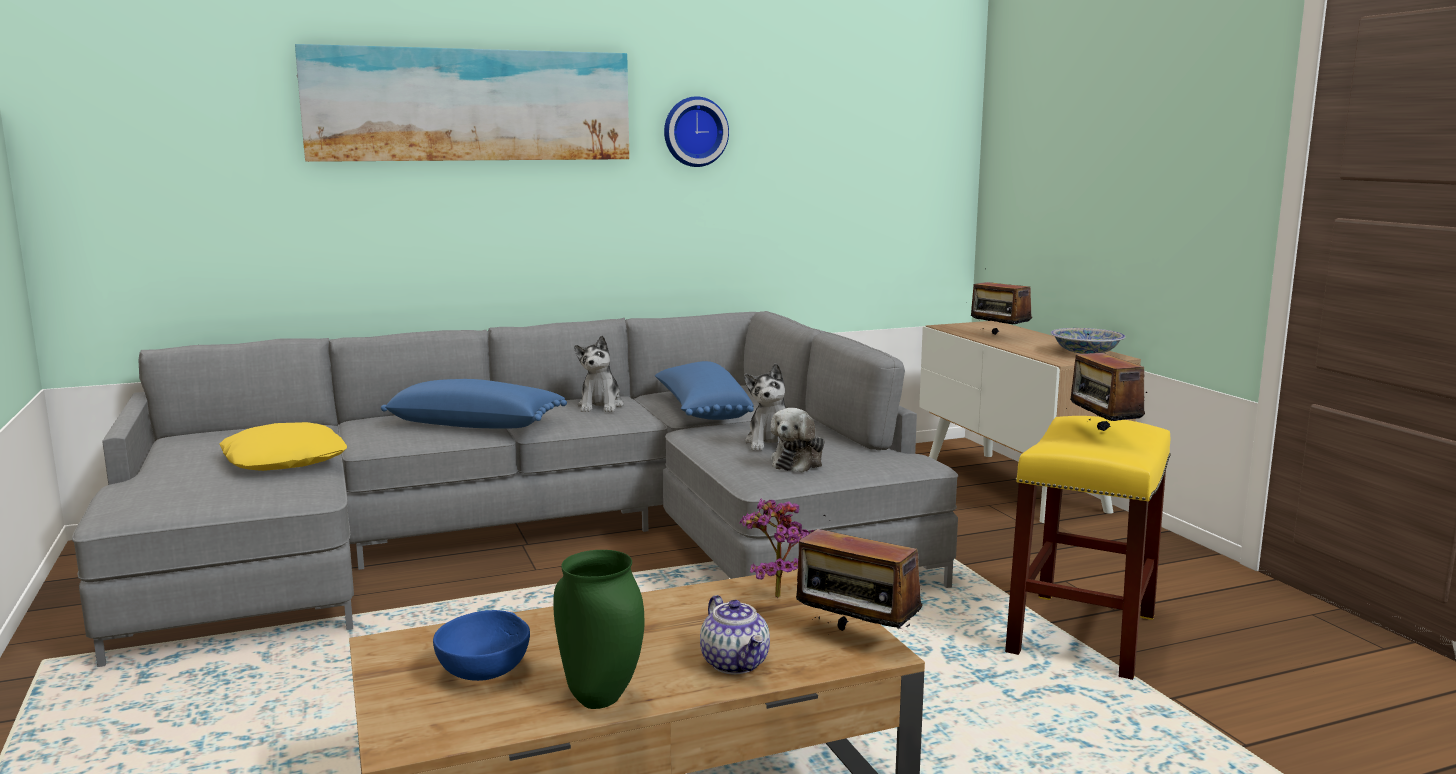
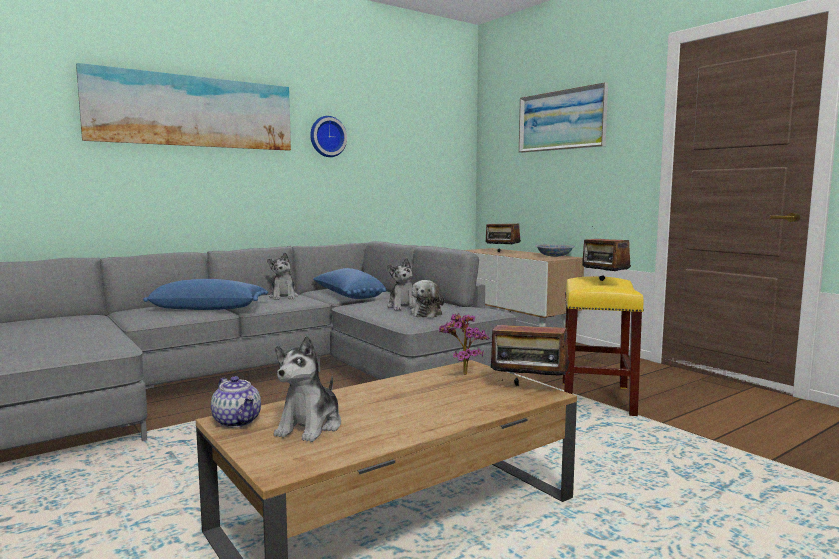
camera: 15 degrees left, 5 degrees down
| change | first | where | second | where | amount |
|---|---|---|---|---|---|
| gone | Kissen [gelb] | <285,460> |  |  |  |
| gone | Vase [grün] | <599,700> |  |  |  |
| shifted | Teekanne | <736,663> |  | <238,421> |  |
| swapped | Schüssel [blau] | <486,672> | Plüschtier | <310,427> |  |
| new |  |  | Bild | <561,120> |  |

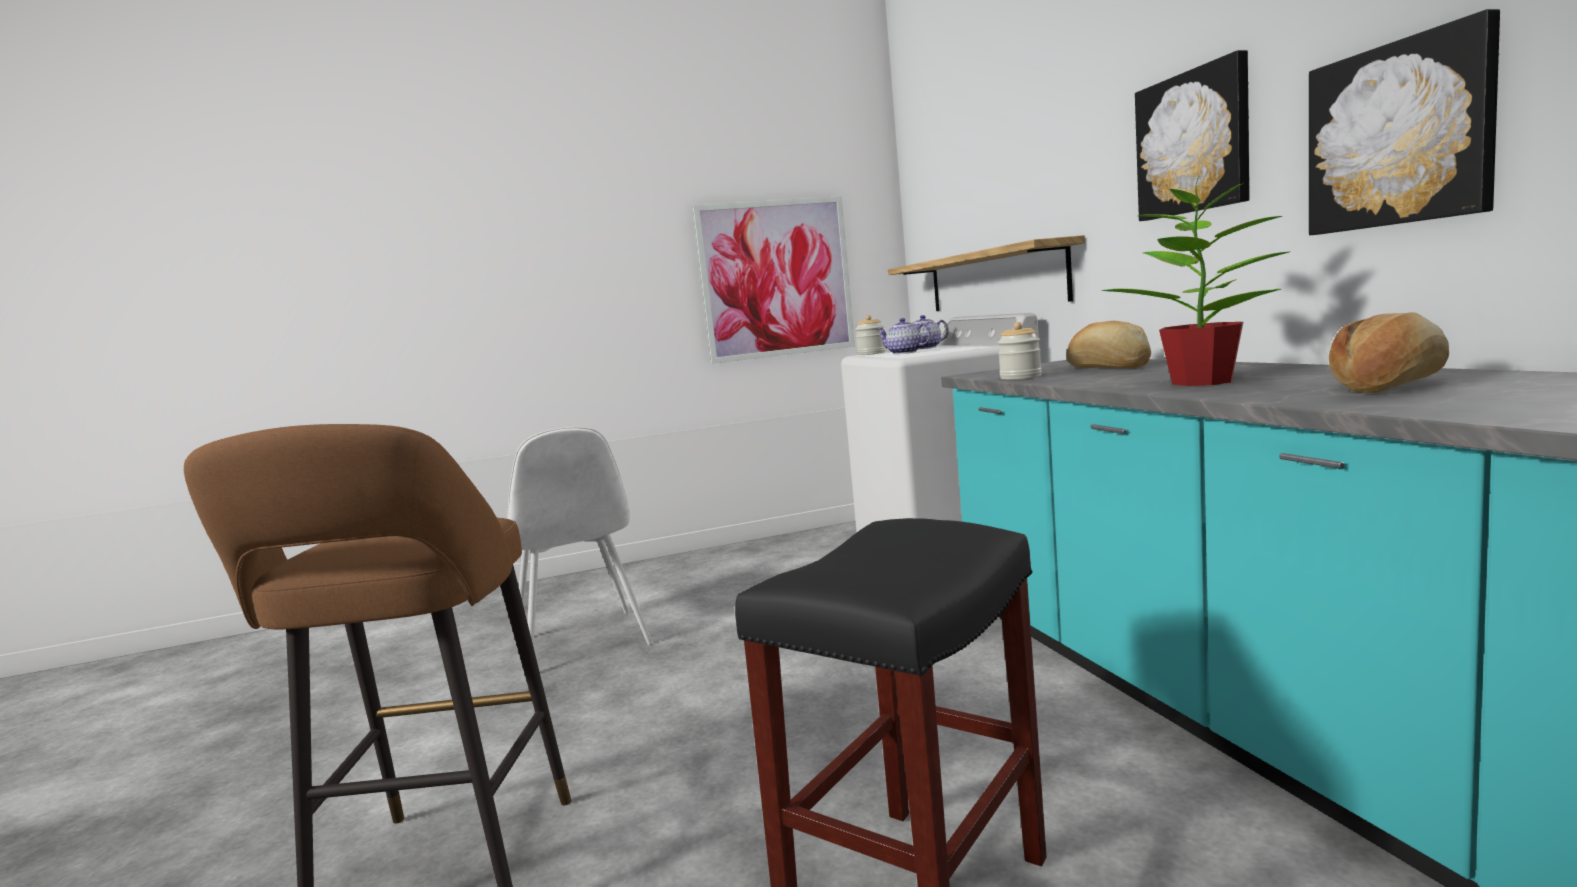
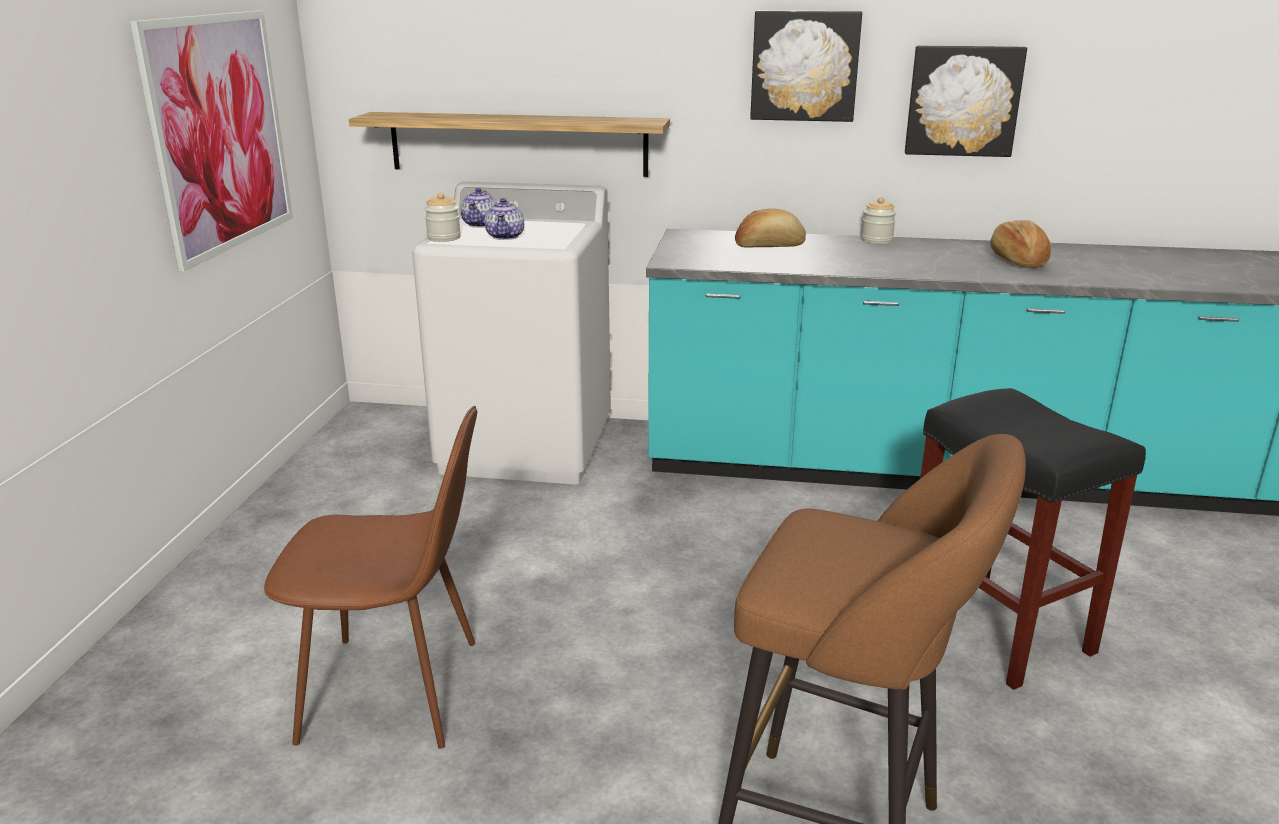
camera: 65 degrees left, 15 degrees up
| change | first | where | second | where | amount |
|---|---|---|---|---|---|
| gone | Topfpflanze | <1204,382> |  |  |  |
| rotated | Teekanne | <905,353> |  | <505,236> | 60 degrees counterclockwise |
| shifted | Vorratsglas | <1020,377> |  | <876,240> |  |
| repainted | Stuhl [weiß] | <582,644> | Stuhl [braun] | <396,691> |  |

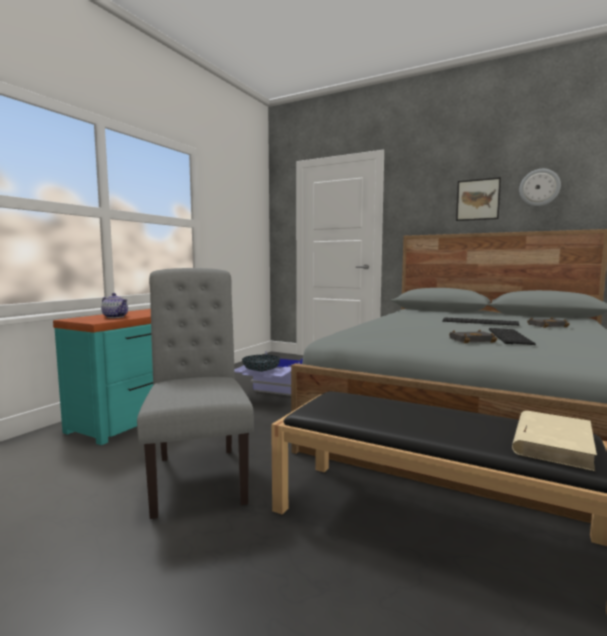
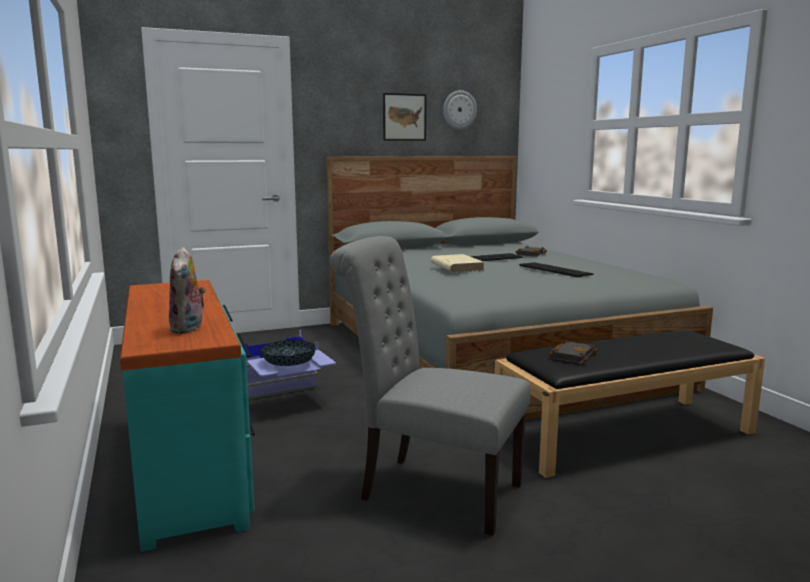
camera: 50 degrees left, 5 degrees up
| change | first | where | second | where | amount |
|---|---|---|---|---|---|
| swapped | Teekanne | <116,317> | Plüschtier | <189,328> |  |
| shifted | Buch [schwarz] | <472,340> |  | <571,355> |  |
| shifted | Buch [beige] | <552,443> |  | <456,267> |  |

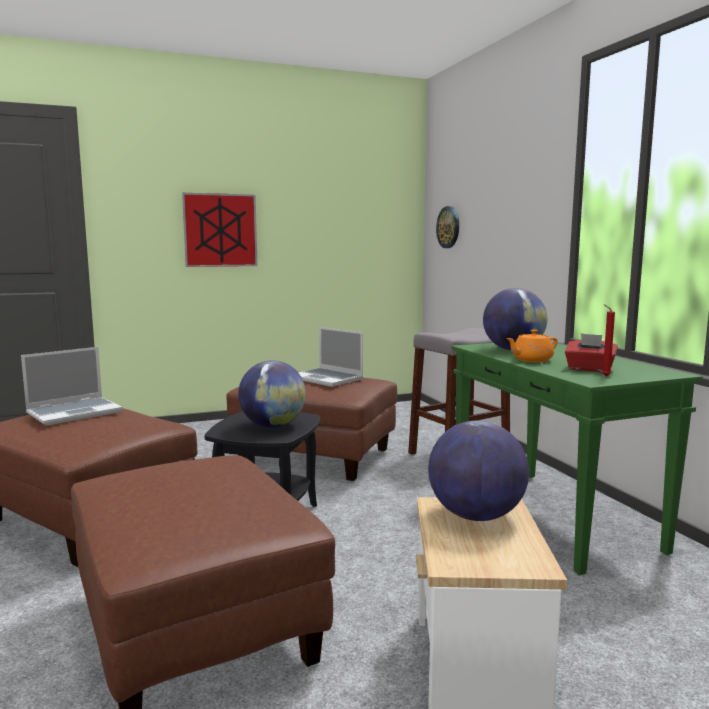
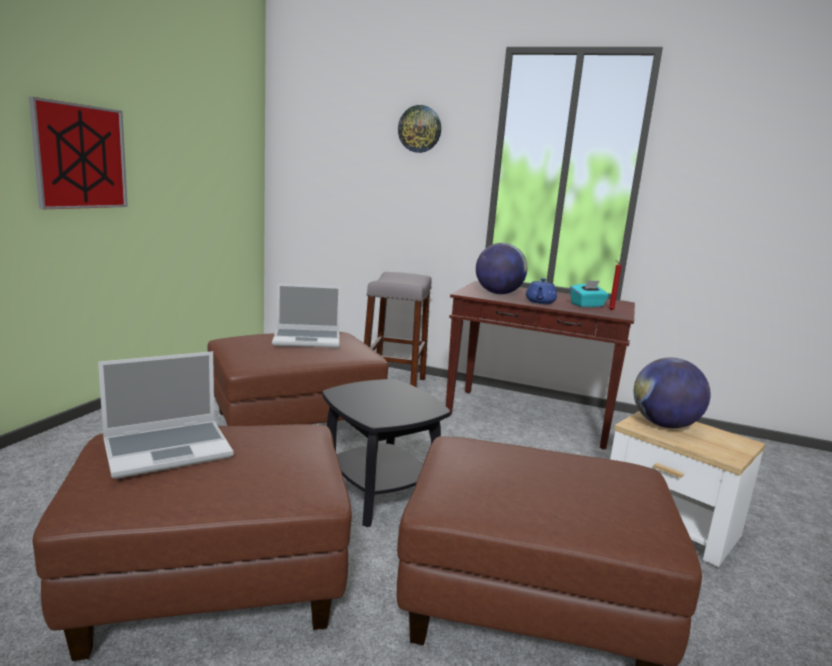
camera: 50 degrees left, 5 degrees up
| change | first | where | second | where | amount |
|---|---|---|---|---|---|
| shifted | Wanduhr | <448,227> |  | <419,129> |  |
| repainted | Teekanne [orange] | <531,360> | Teekanne [blau] | <540,302> |  |
| repainted | Taschentuchbox [rot] | <589,369> | Taschentuchbox [türkis] | <587,305> |  |
| repainted | Konsolentisch [grün] | <553,518> | Konsolentisch [braun] | <530,418> |  |
| rotated | Laptop | <75,412> |  | <169,449> | 60 degrees clockwise |
| gone | Globus | <273,426> |  |  |  |

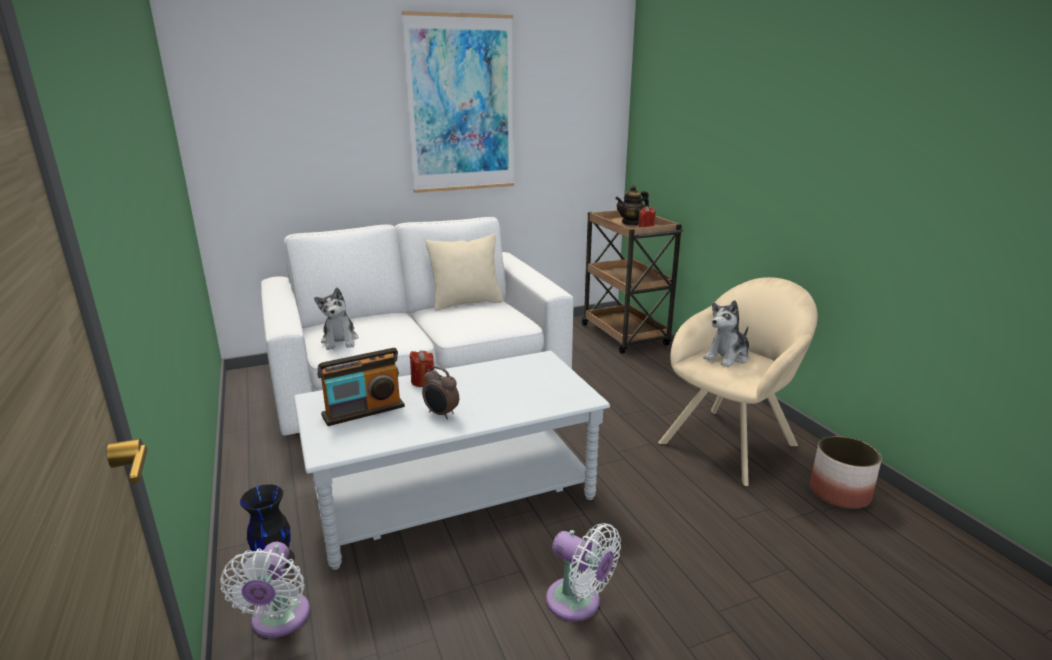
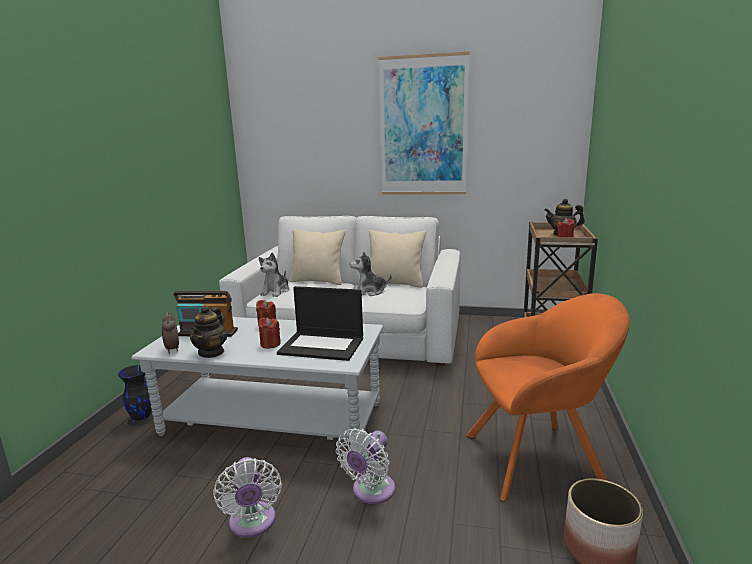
camera: 35 degrees right, 5 degrees down
| change | first | where | second | where | amount |
|---|---|---|---|---|---|
| repainted | Sessel [beige] | <732,441> | Sessel [orange] | <539,458> |  |
| shifted | Plüschtier | <727,357> |  | <369,292> |  |
| shifted | Wecker | <441,414> |  | <172,349> |  |
| shifted | Ventilator [weiß] | <278,621> |  | <371,492> |  |
| new |  |  | Kissen [beige] | <318,281> |  |
| new |  |  | Laptop | <323,346> |  |
| new |  |  | Teekanne | <211,352> |  |
| new |  |  | Kerze [rot] | <270,344> |  |

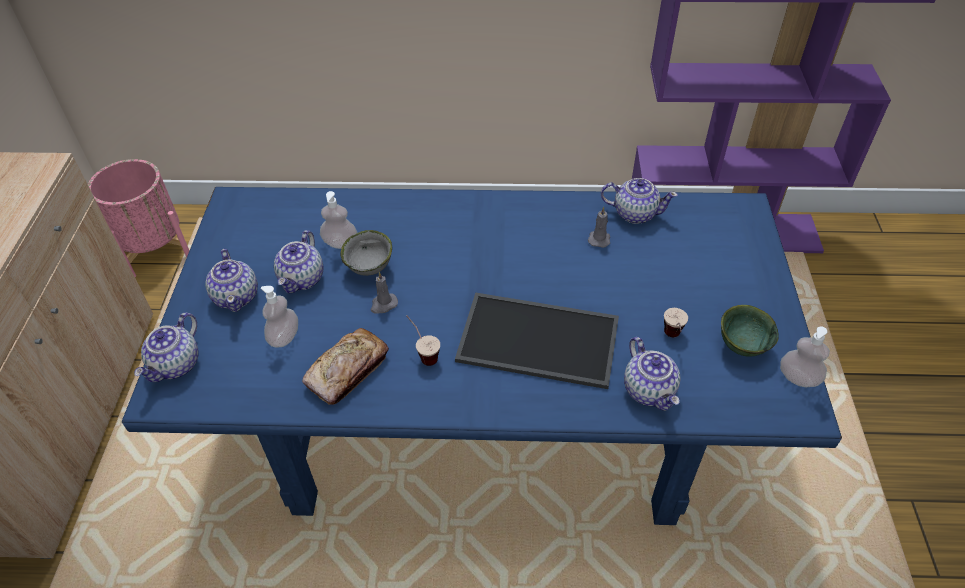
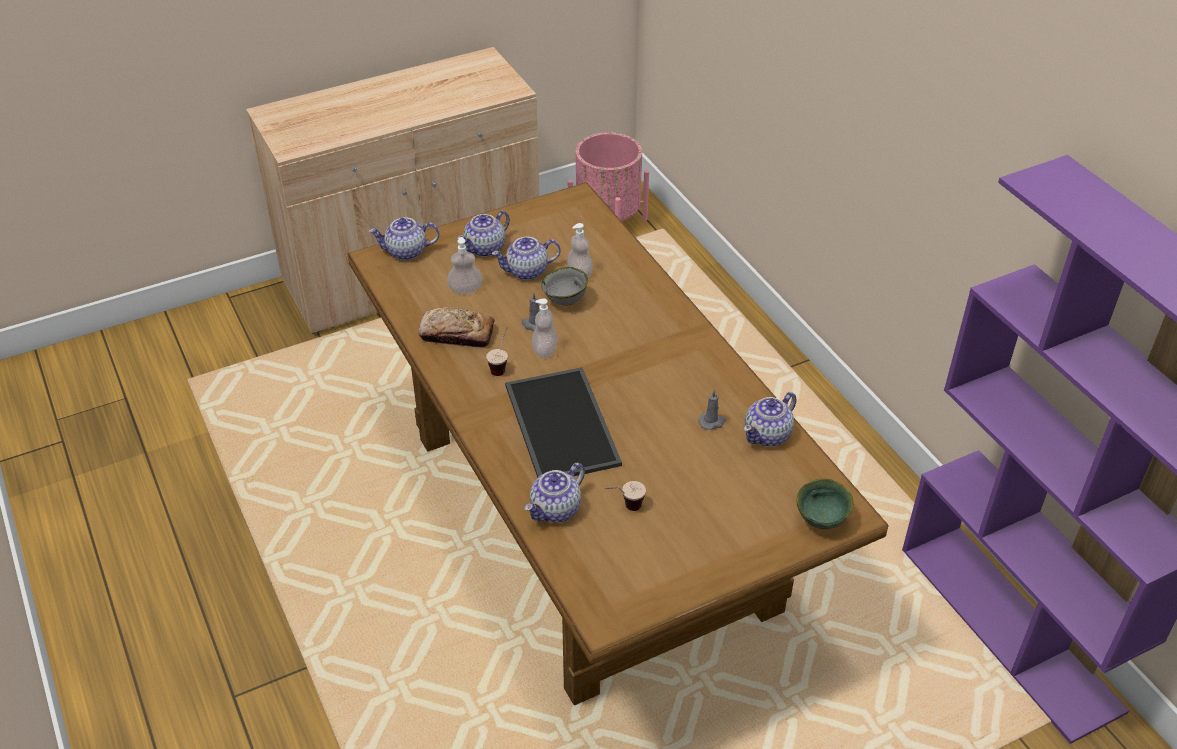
camera: 60 degrees right, 5 degrees down
| change | first | where | second | where | amount |
|---|---|---|---|---|---|
| rotated | Teekanne | <634,213> |  | <768,435> | 60 degrees clockwise |
| repainted | Esstisch [blau] | <487,421> | Esstisch [braun] | <591,522> |  |
| shifted | Schüssel [grün] | <742,345> |  | <822,520> |  |
| shifted | Seifenspender | <798,378> |  | <545,350> |  |

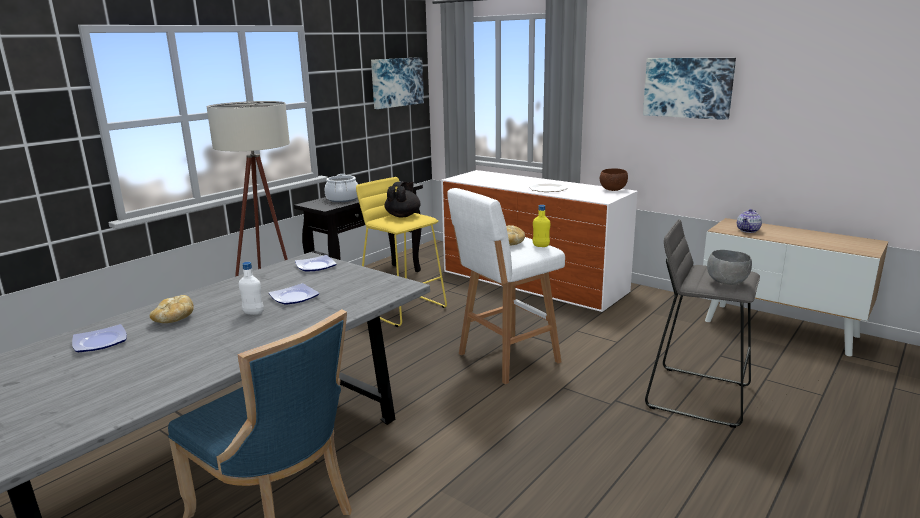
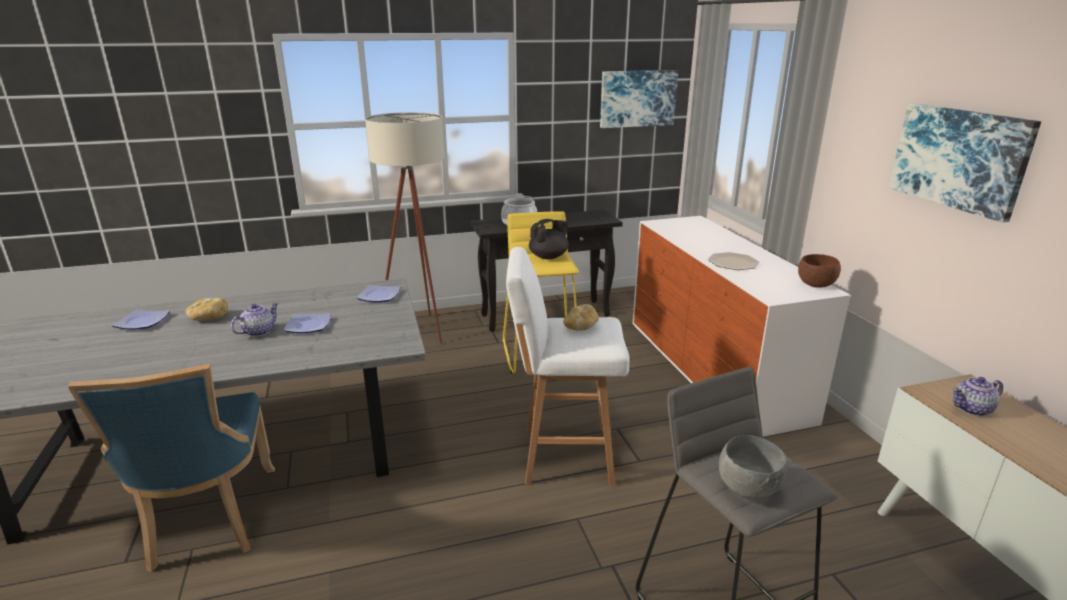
camera: 35 degrees right, 5 degrees up
| change | first | where | second | where | amount |
|---|---|---|---|---|---|
| gone | Flasche [gelb] | <541,246> |  |  |  |
| swapped | Flasche [weiß] | <253,313> | Teekanne | <258,332> |  |

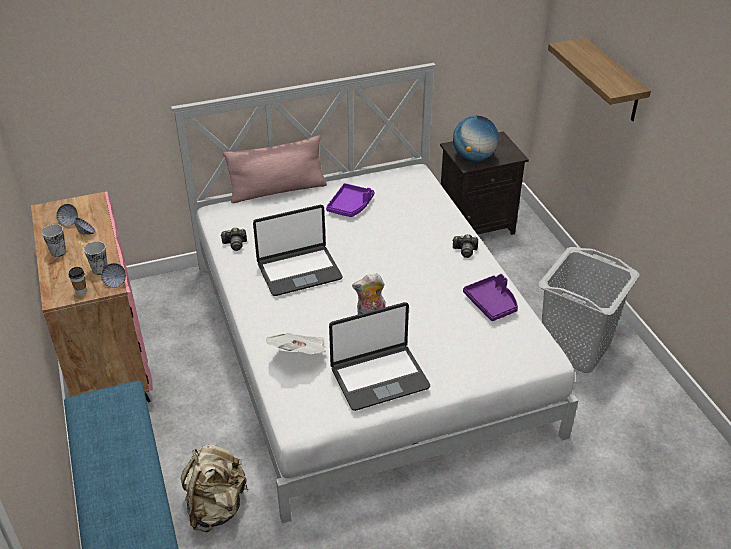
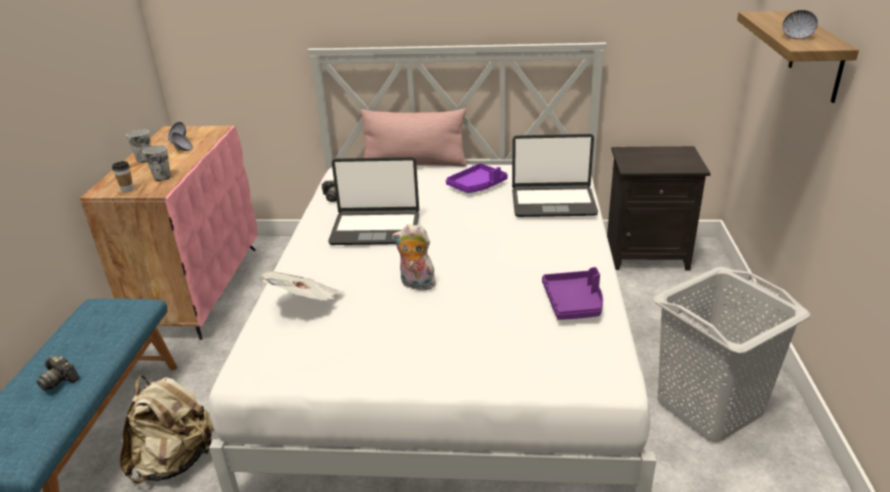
camera: 25 degrees right, 10 degrees down
| change | first | where | second | where | amount |
|---|---|---|---|---|---|
| gone | Globus | <473,158> |  |  |  |
| shifted | Kamera | <465,251> |  | <59,380> |  |
| shifted | Schüssel | <115,282> |  | <797,37> |  |
| shifted | Laptop | <379,377> |  | <553,202> |  |

